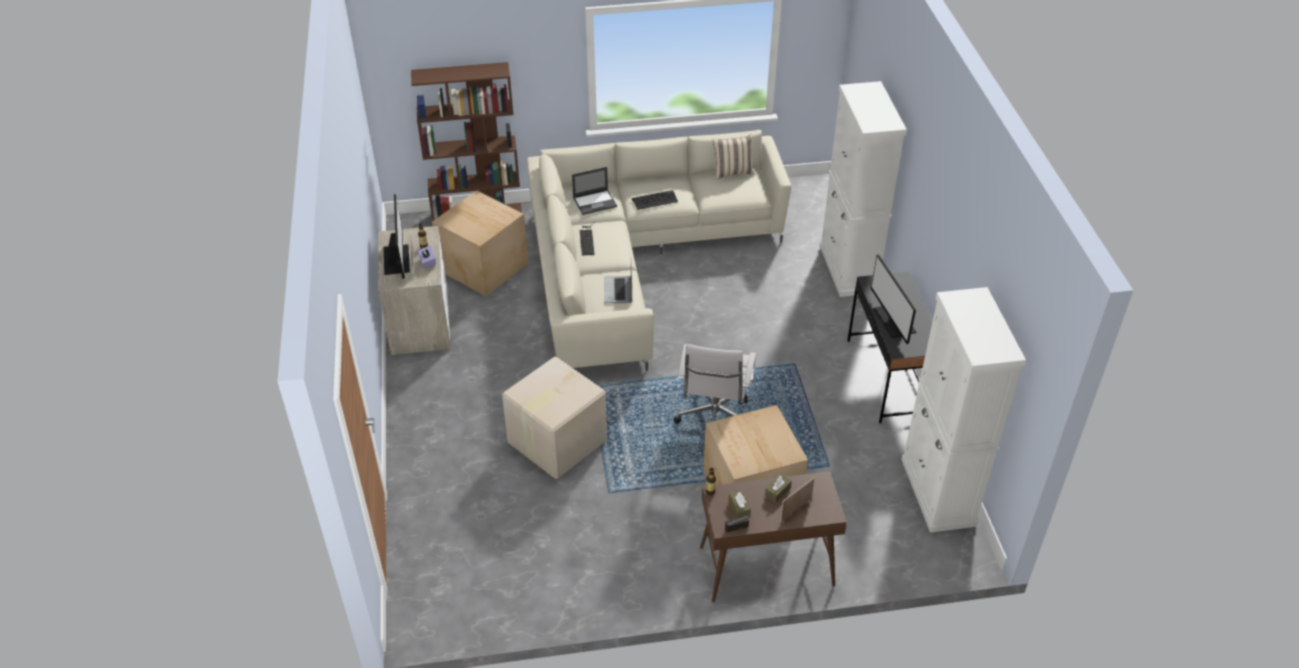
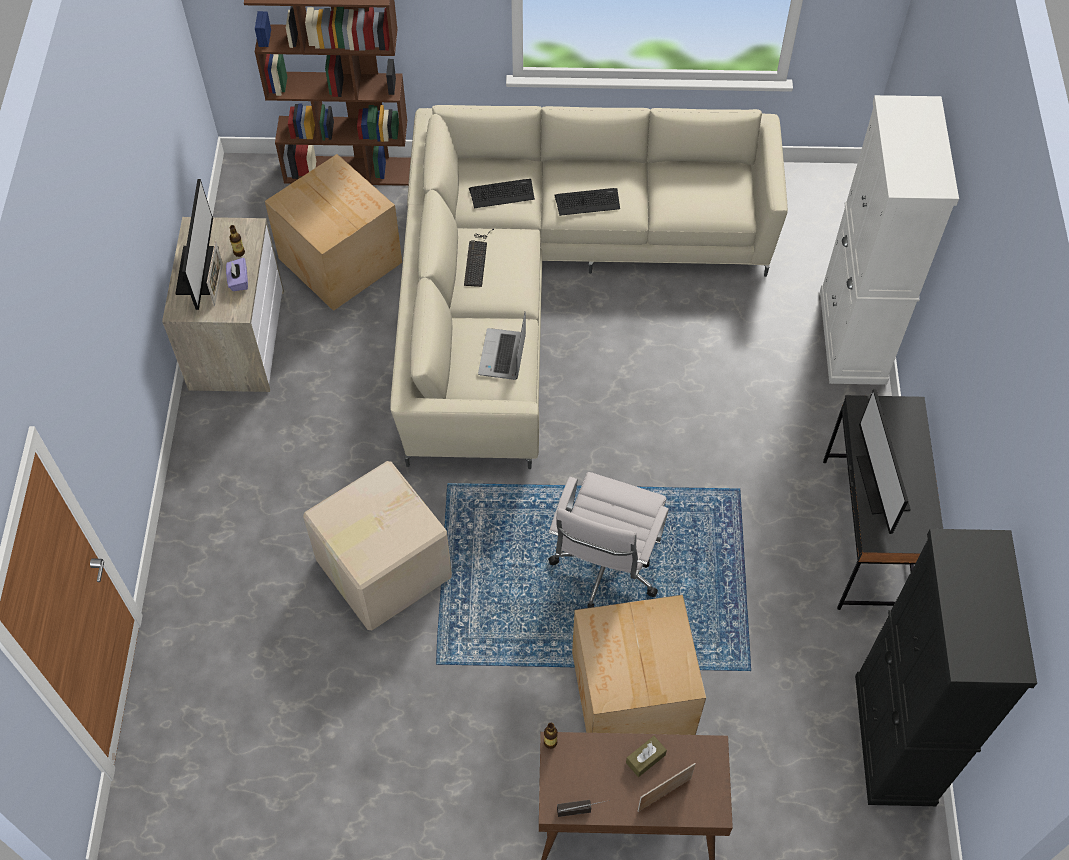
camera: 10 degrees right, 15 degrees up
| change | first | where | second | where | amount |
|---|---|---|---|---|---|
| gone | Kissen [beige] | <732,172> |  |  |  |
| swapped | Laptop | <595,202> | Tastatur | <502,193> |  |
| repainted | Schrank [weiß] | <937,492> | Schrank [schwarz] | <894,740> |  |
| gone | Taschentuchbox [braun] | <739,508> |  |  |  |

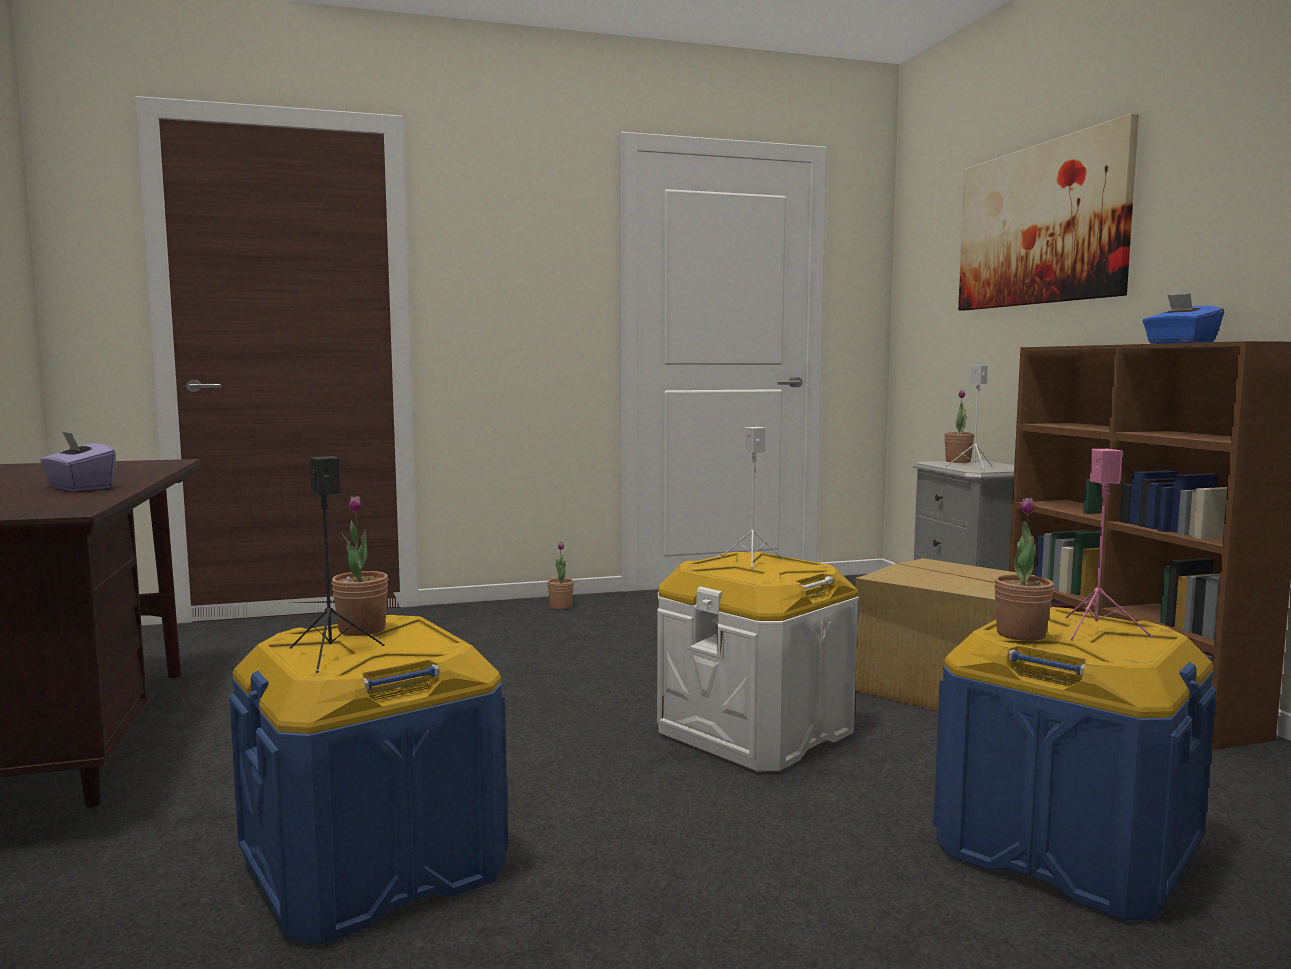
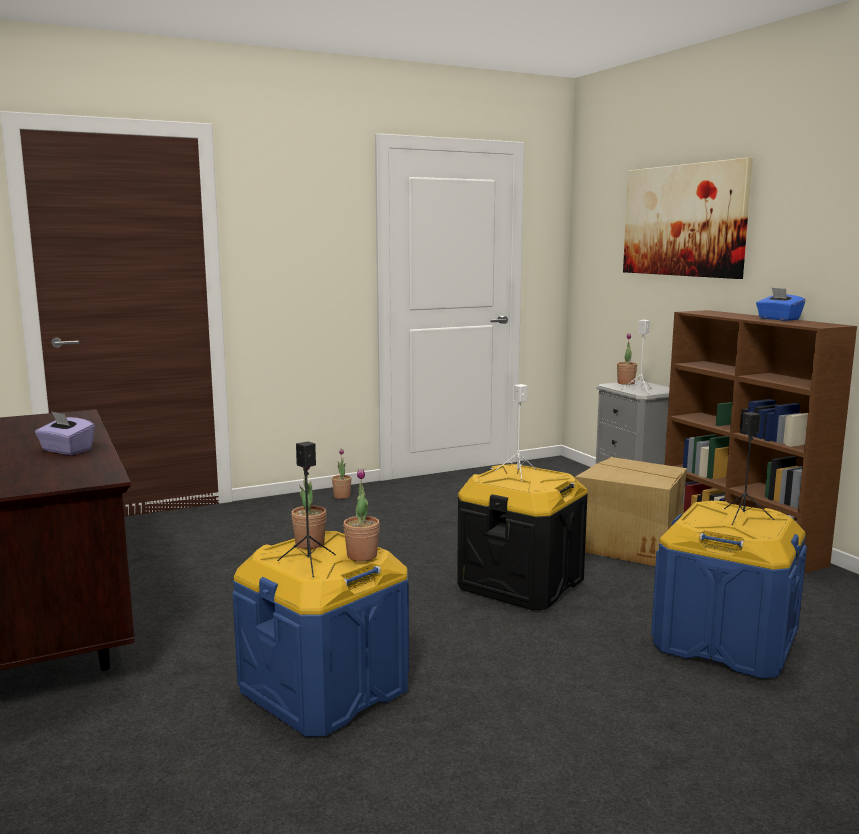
camera: 10 degrees left, 5 degrees up
| change | first | where | second | where | amount |
|---|---|---|---|---|---|
| repainted | Lautsprecher [rosa] | <1096,631> | Lautsprecher [schwarz] | <744,517> |  |
| shifted | Topfpflanze | <1020,634> |  | <362,556> |  |
| repainted | Aufbewahrungsbox [weiß] | <755,731> | Aufbewahrungsbox [schwarz] | <520,583> |  |

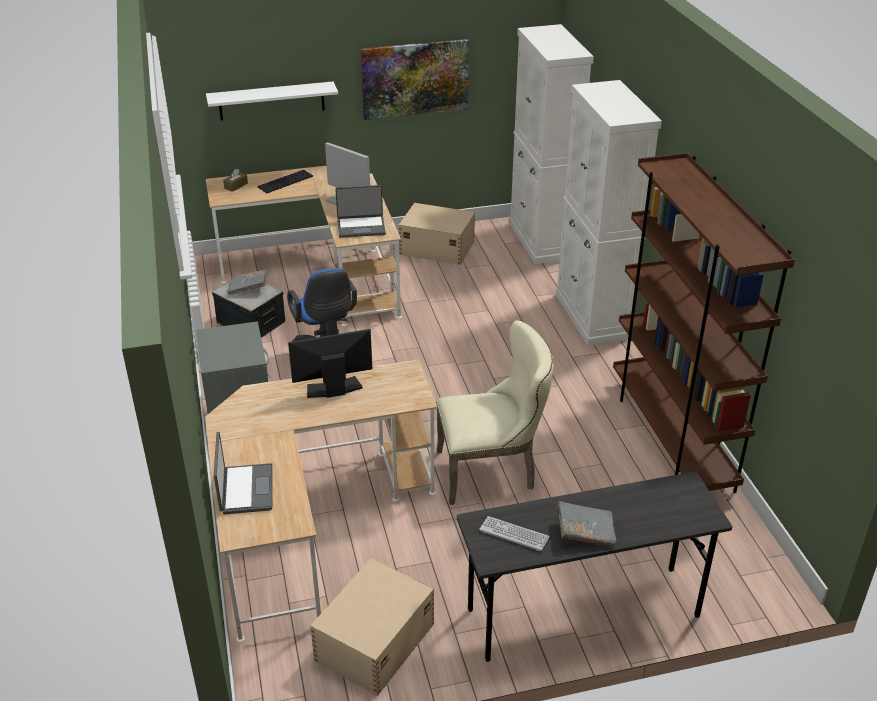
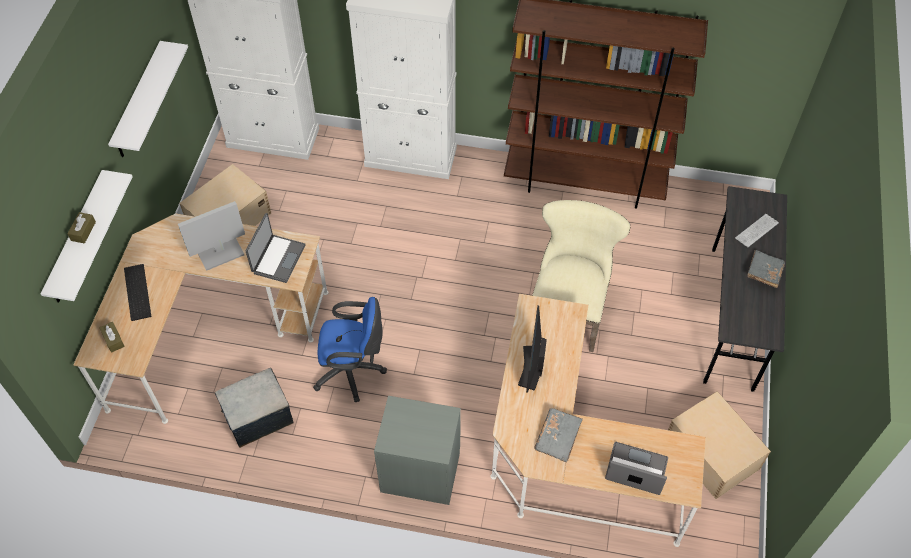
camera: 65 degrees left, 20 degrees up
| change | first | where | second | where | amount |
|---|---|---|---|---|---|
| swapped | Bild | <415,79> | Wandregal [weiß] | <139,102> |  |
| shifted | Buch [grau] | <248,288> |  | <558,438> |  |
| shifted | Tastatur | <514,534> |  | <756,231> |  |
| new |  |  | Taschentuchbox [braun] | <83,231> |  |

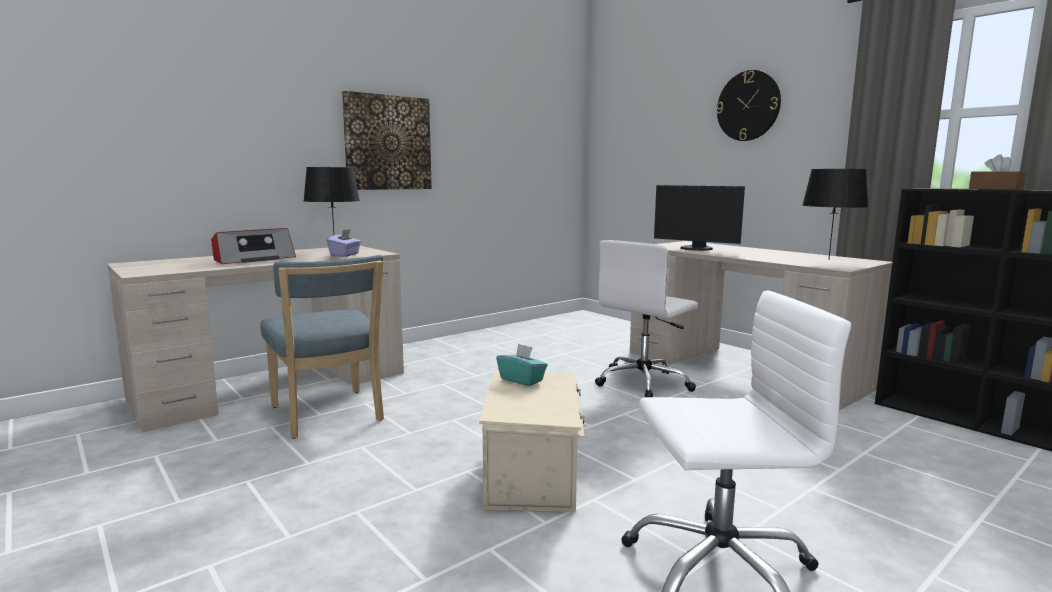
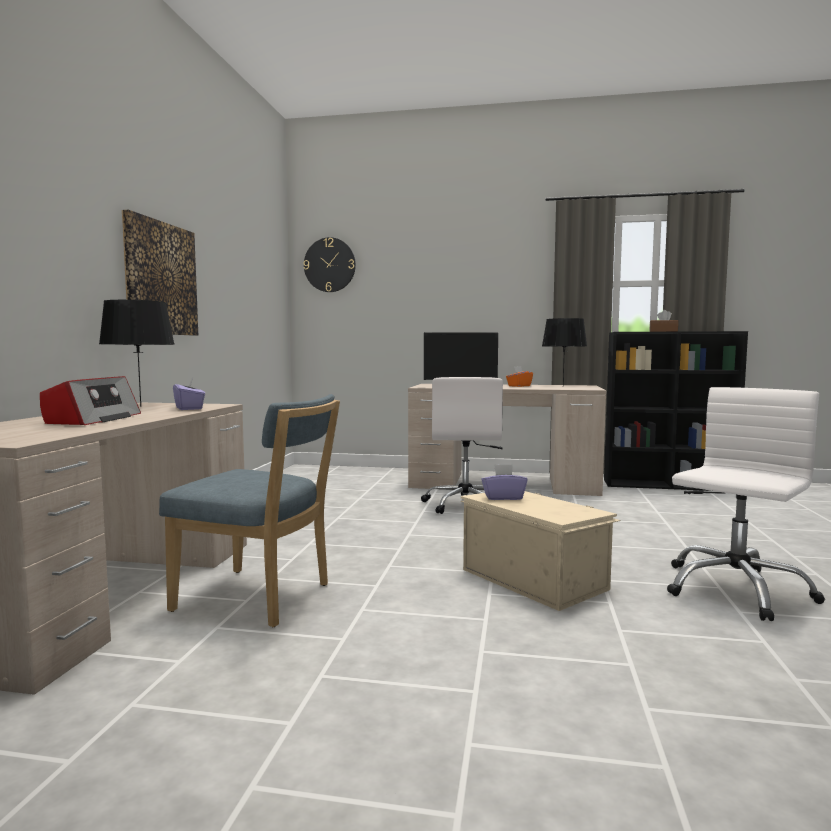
camera: 40 degrees left, 5 degrees down
| change | first | where | second | where | amount |
|---|---|---|---|---|---|
| shifted | Wanduhr | <748,106> |  | <329,265> |  |
| repainted | Taschentuchbox [türkis] | <522,380> | Taschentuchbox [lila] | <503,497> |  |
| new |  |  | Taschentuchbox [orange] | <519,386> |  |

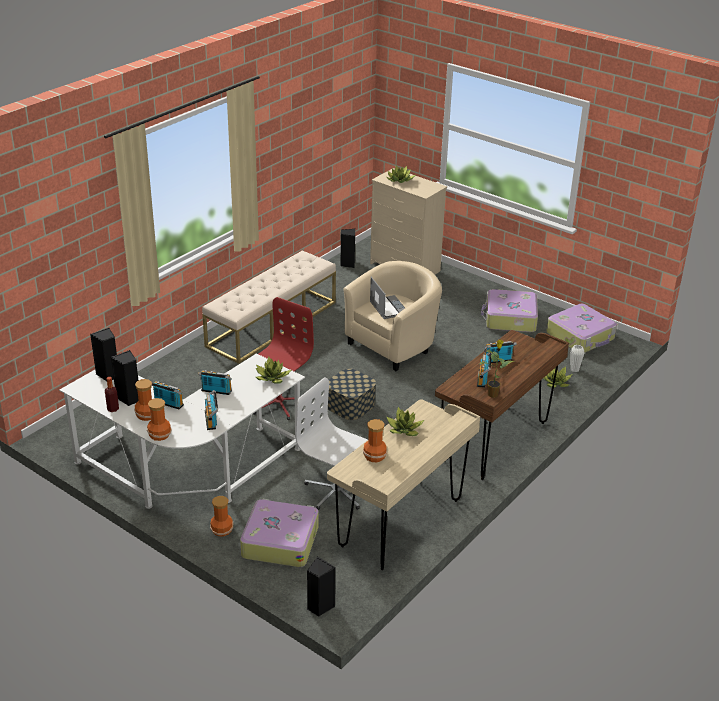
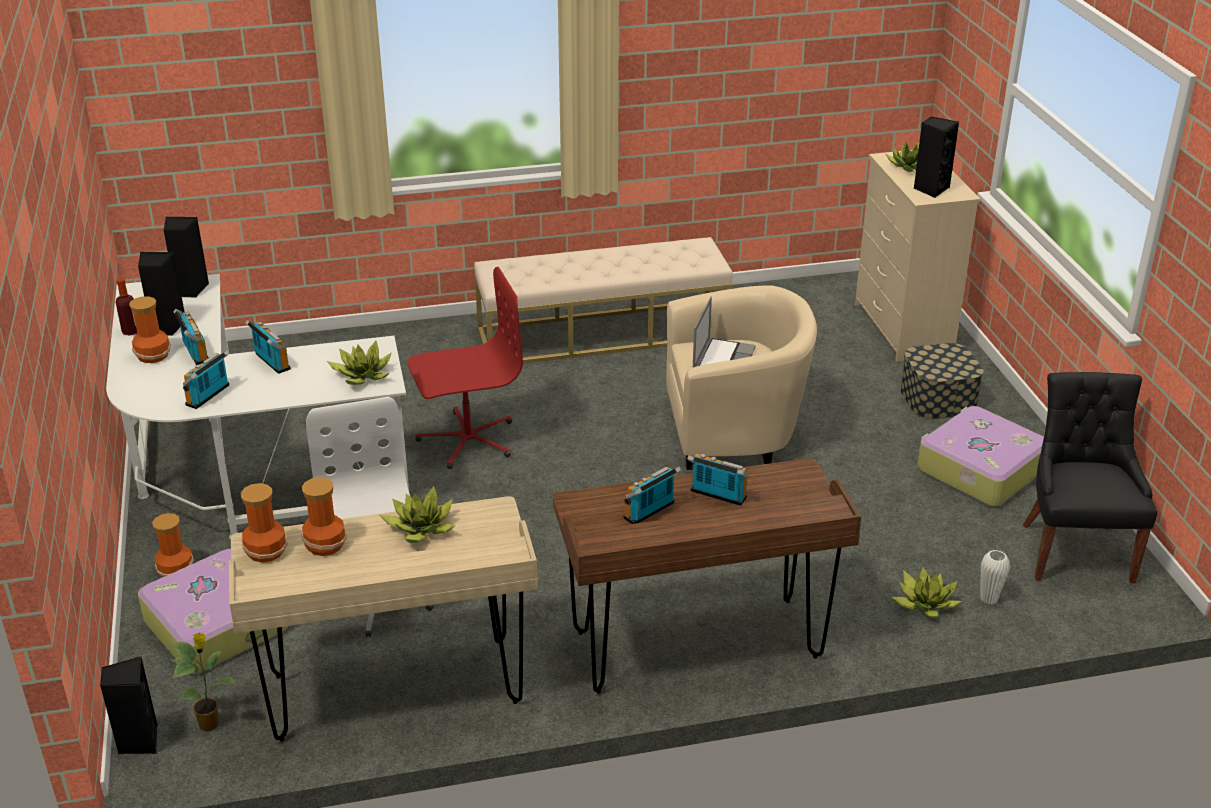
camera: 40 degrees right, 0 degrees up
| change | first | where | second | where | amount |
|---|---|---|---|---|---|
| shifted | Lautsprecher [schwarz] | <347,264> |  | <930,189> |  |
| swapped | Koffer | <581,336> | Stuhl [schwarz] | <1074,550> |  |
| shifted | Topfpflanze | <493,394> |  | <210,724> |  |
| shifted | Aufbewahrungsbox | <350,405> |  | <938,399> |  |
| shifted | Vase | <159,434> |  | <265,550> |  |

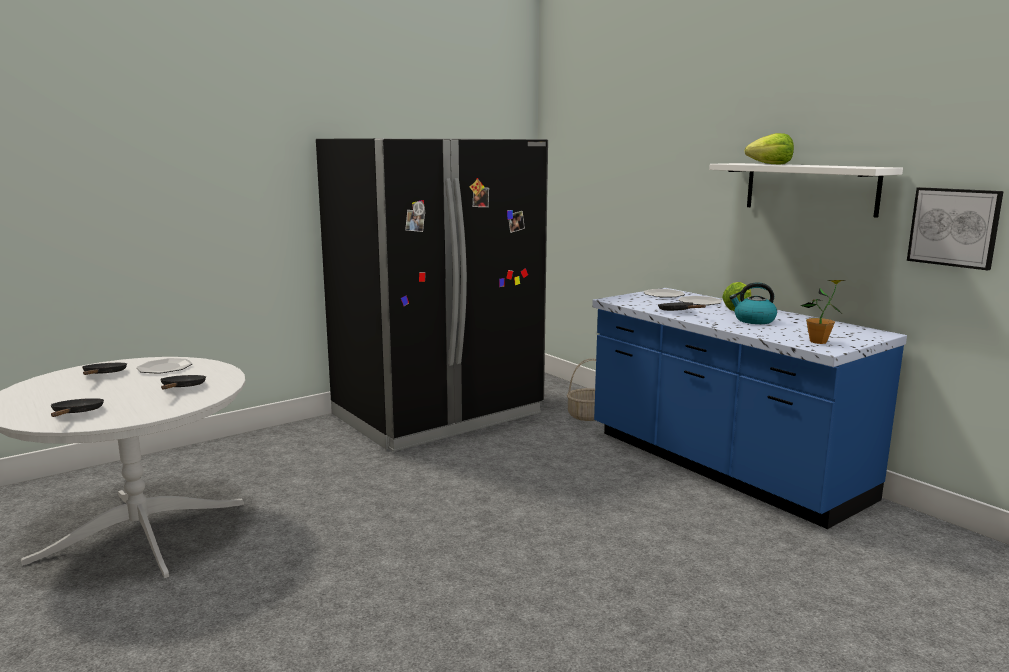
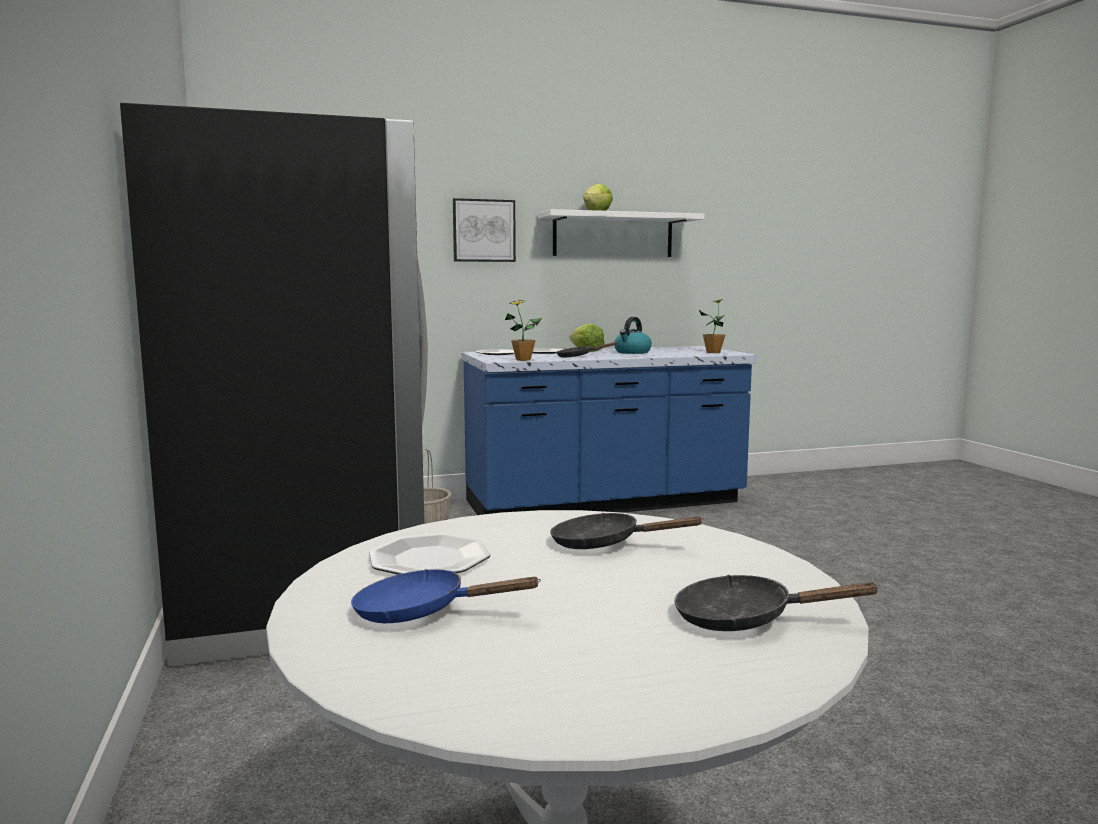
camera: 70 degrees left, 5 degrees down
| change | first | where | second | where | amount |
|---|---|---|---|---|---|
| shifted | Bild | <954,227> |  | <484,230> |  |
| repainted | Pfanne [schwarz] | <104,374> | Pfanne [blau] | <421,612> |  |
| new |  |  | Topfpflanze | <523,360> |  |

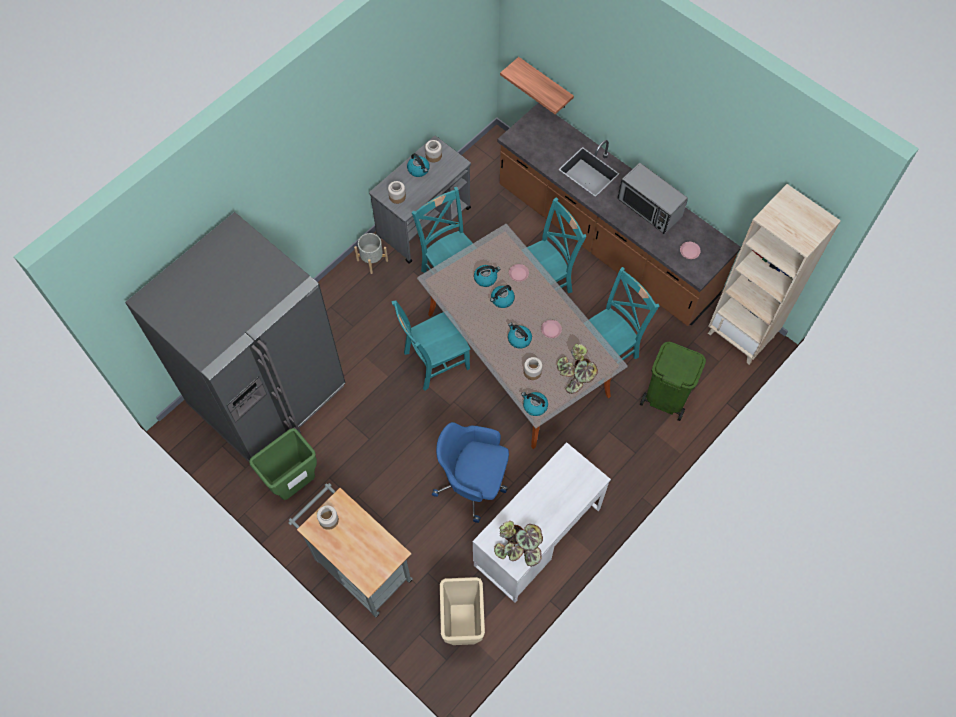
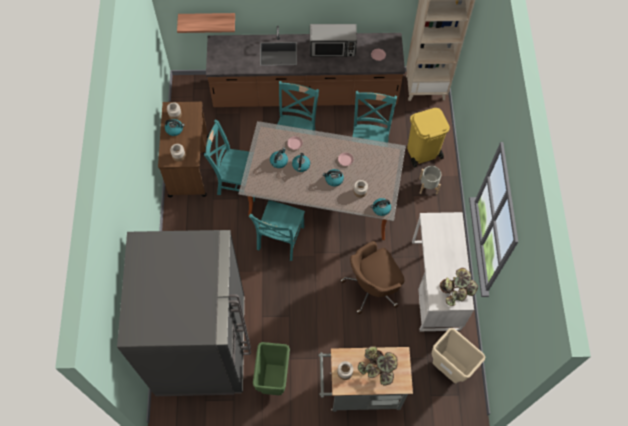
camera: 45 degrees left, 0 degrees up
| change | first | where | second | where | amount |
|---|---|---|---|---|---|
| repainted | Rollwagen [grau] | <424,222> | Rollwagen [braun] | <189,165> |  |
| shifted | Pflanzkübel [grau] | <372,260> |  | <428,186> |  |
| repainted | Mülleimer [grün] | <665,397> | Mülleimer [gelb] | <422,152> |  |
| shifted | Topfpflanze | <576,377> |  | <378,368> |  |
| repainted | Bürostuhl [blau] | <473,482> | Bürostuhl [braun] | <372,287> |  |

